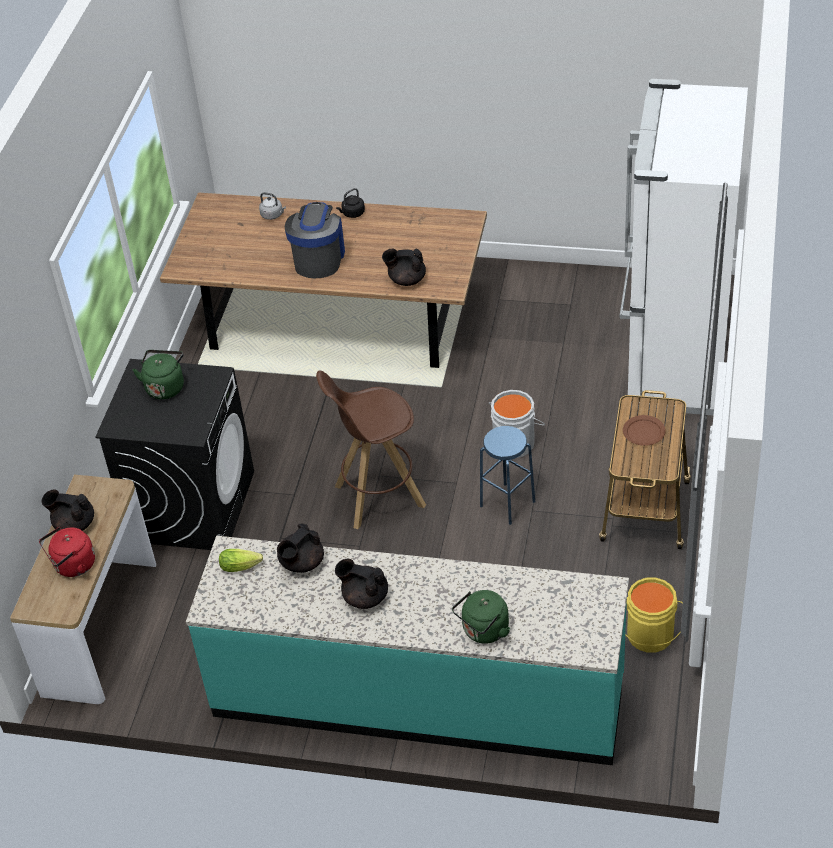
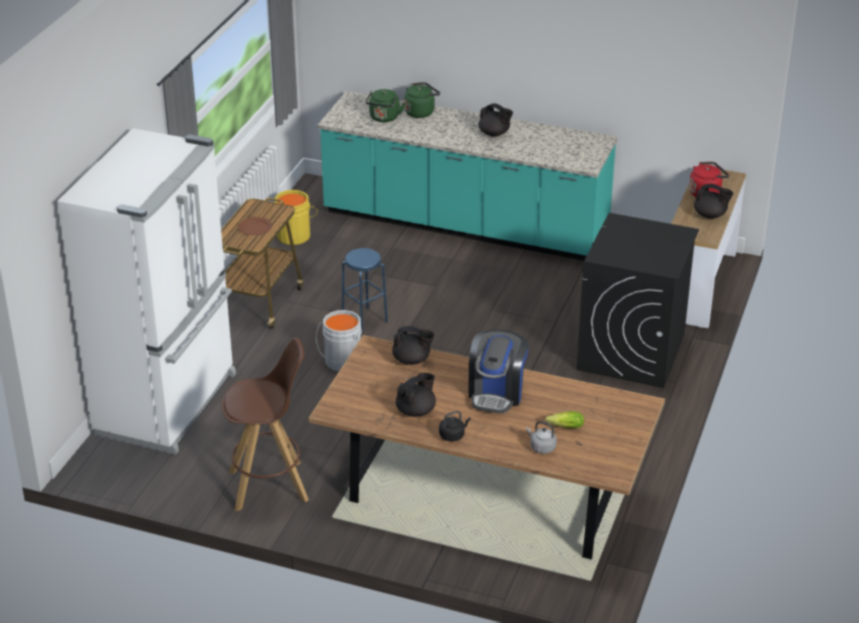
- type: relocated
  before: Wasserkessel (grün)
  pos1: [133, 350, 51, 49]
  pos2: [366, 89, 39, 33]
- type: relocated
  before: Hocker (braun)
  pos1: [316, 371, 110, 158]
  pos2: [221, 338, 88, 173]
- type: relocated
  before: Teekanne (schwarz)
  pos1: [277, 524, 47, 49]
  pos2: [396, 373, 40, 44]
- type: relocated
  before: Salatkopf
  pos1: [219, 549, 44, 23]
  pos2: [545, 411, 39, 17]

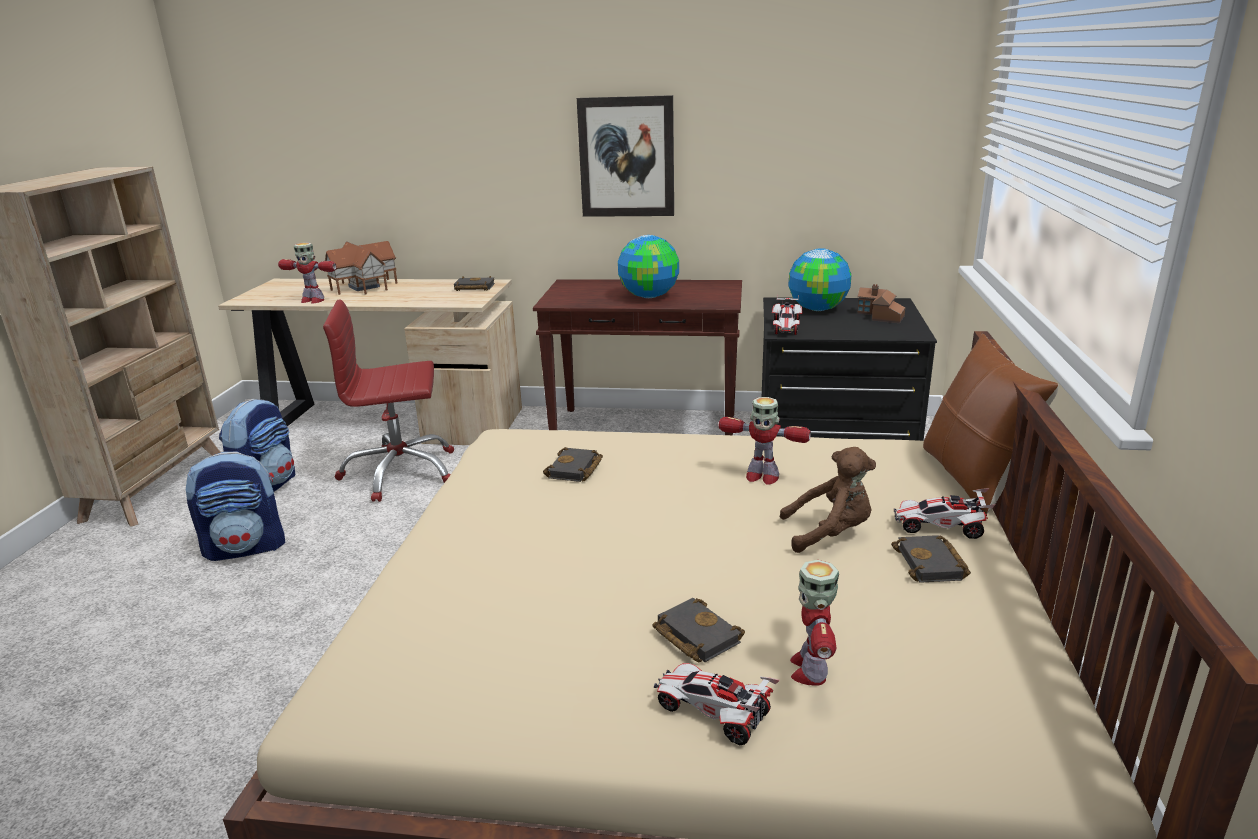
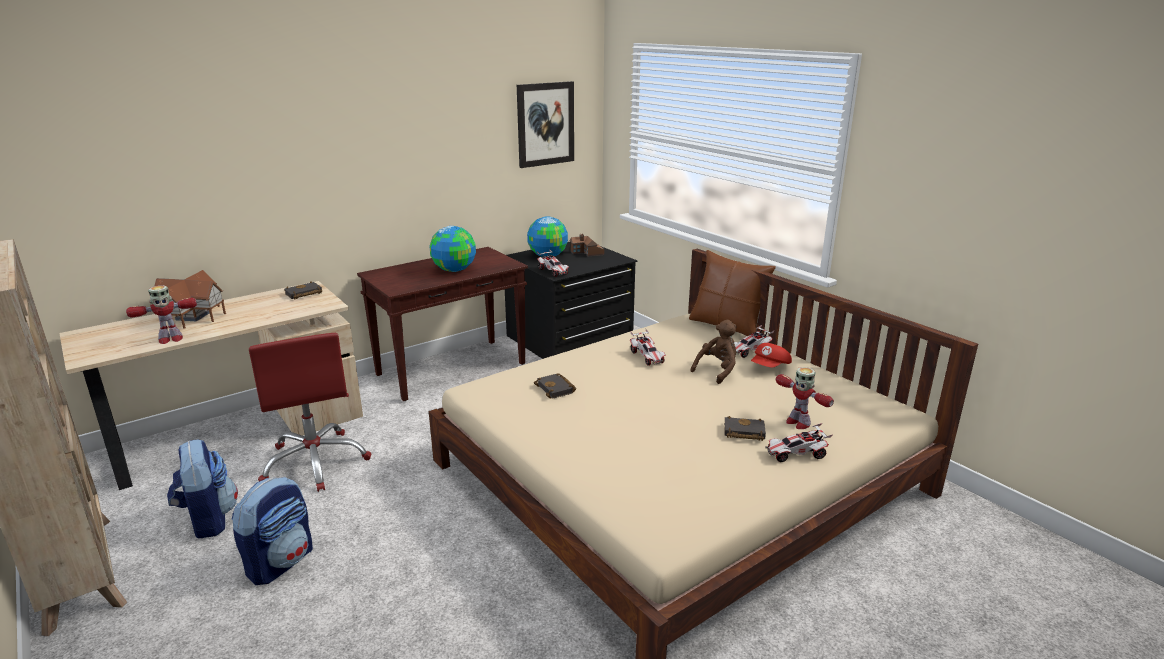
- type: relocated
  before: Bild
  pos1: [577, 95, 97, 122]
  pos2: [517, 81, 57, 87]
- type: spun
  before: Bürostuhl (rot)
  pos1: [323, 300, 131, 202]
  pos2: [249, 333, 122, 159]
  turn: -60
- type: exchanged
  before: Spielzeugroboter
  after: Spielzeugauto
  pos1: [719, 397, 92, 88]
  pos2: [630, 329, 36, 37]
- type: exchanged
  before: Buch (schwarz)
  after: Kappe (rot)
  pos1: [891, 535, 80, 48]
  pos2: [751, 343, 41, 25]

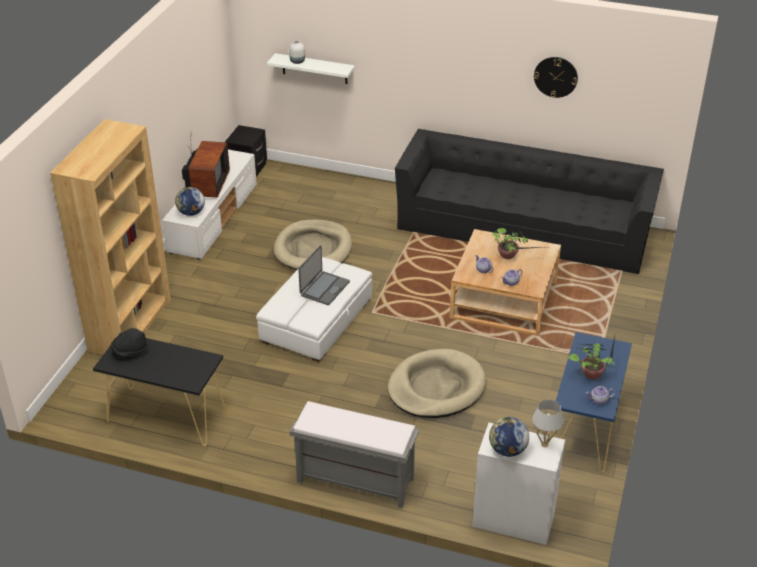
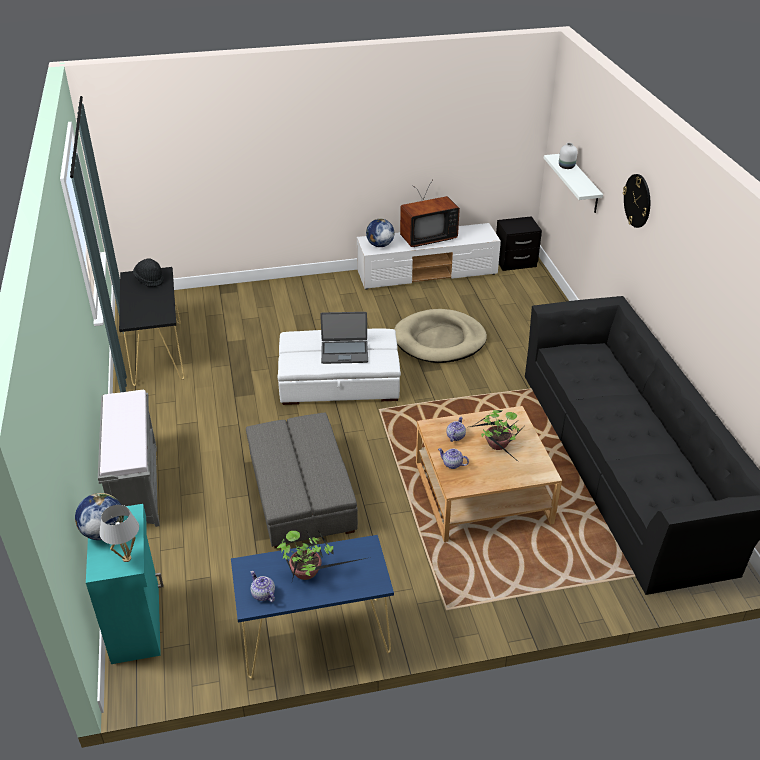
- type: relocated
  before: Wanduhr
  pos1: [534, 57, 44, 41]
  pos2: [623, 174, 27, 54]
- type: missing
  before: Bücherregal (braun)
  pos1: [50, 119, 121, 236]
- type: exchanged
  before: Hundebett (beige)
  after: Polsterhocker (grau)
  pos1: [388, 349, 98, 69]
  pos2: [246, 413, 112, 135]
- type: colour
  before: Schrank (weiß)
  after: Schrank (türkis)
  pos1: [472, 423, 93, 122]
  pos2: [86, 504, 78, 160]

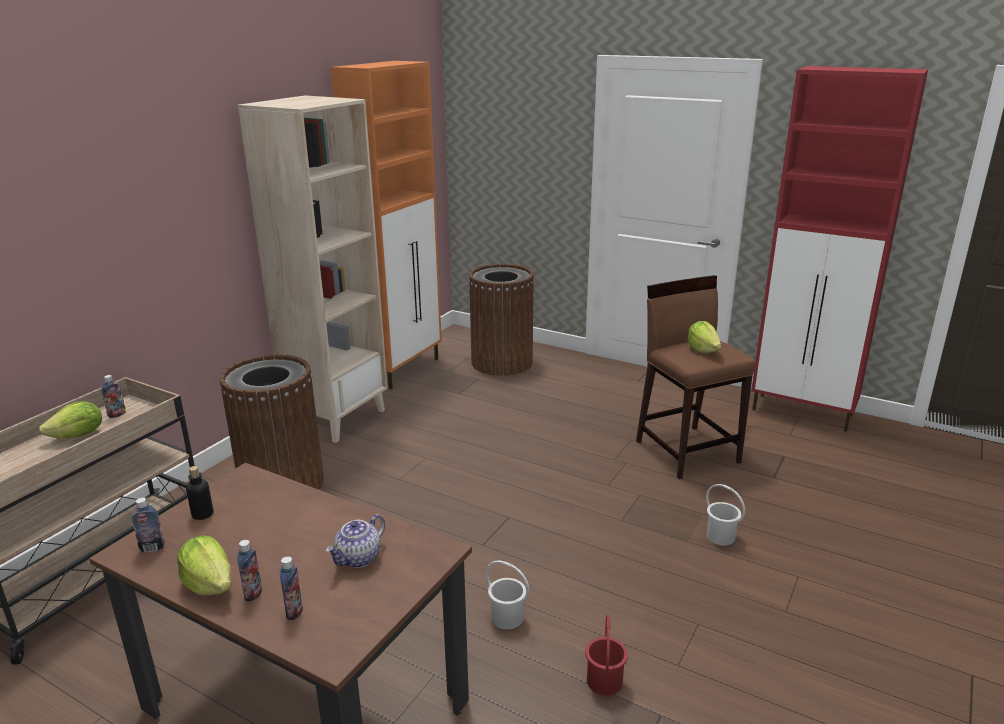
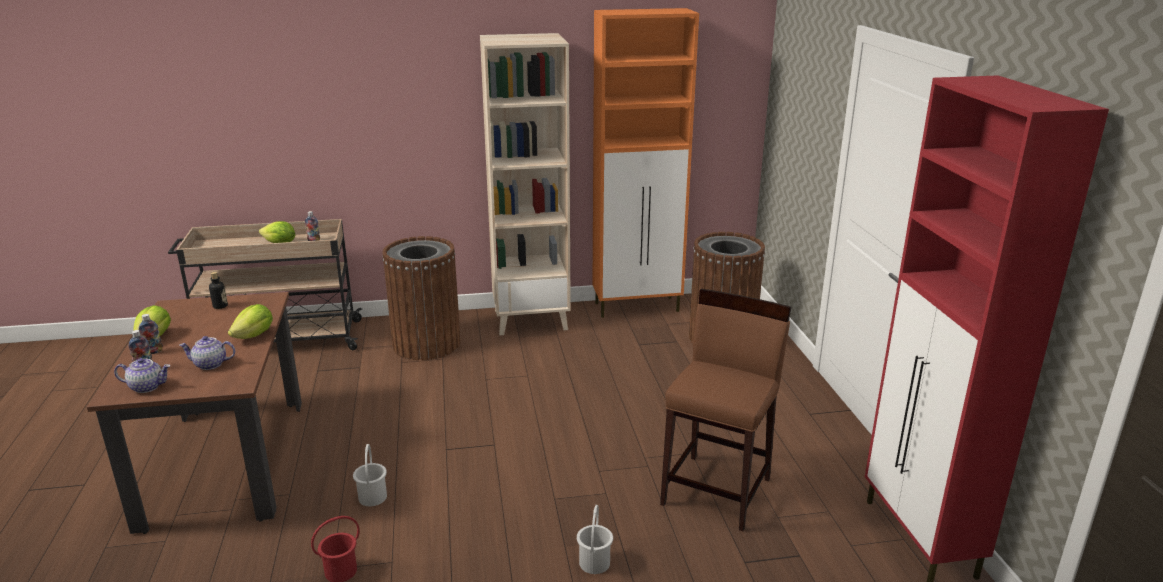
- type: relocated
  before: Salatkopf
  pos1: [688, 321, 34, 32]
  pos2: [228, 304, 45, 35]
- type: missing
  before: Flasche
  pos1: [131, 497, 34, 56]
- type: appeared
  after: Teekanne
  pos2: [114, 358, 56, 35]

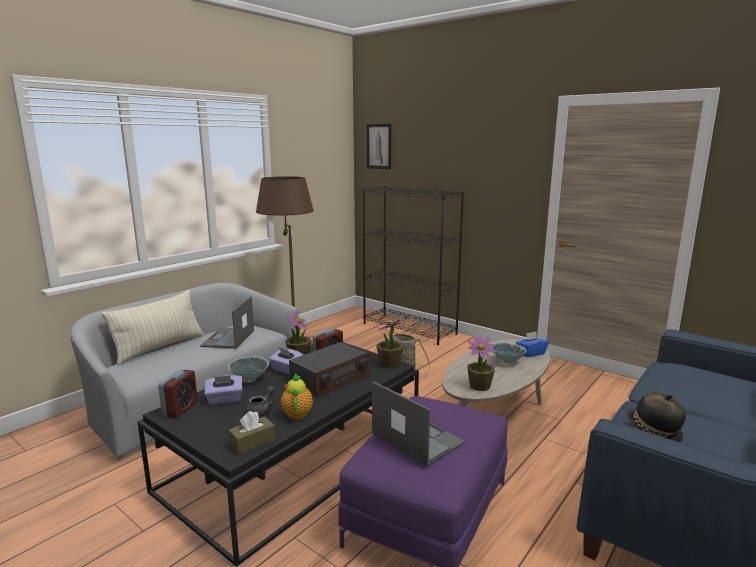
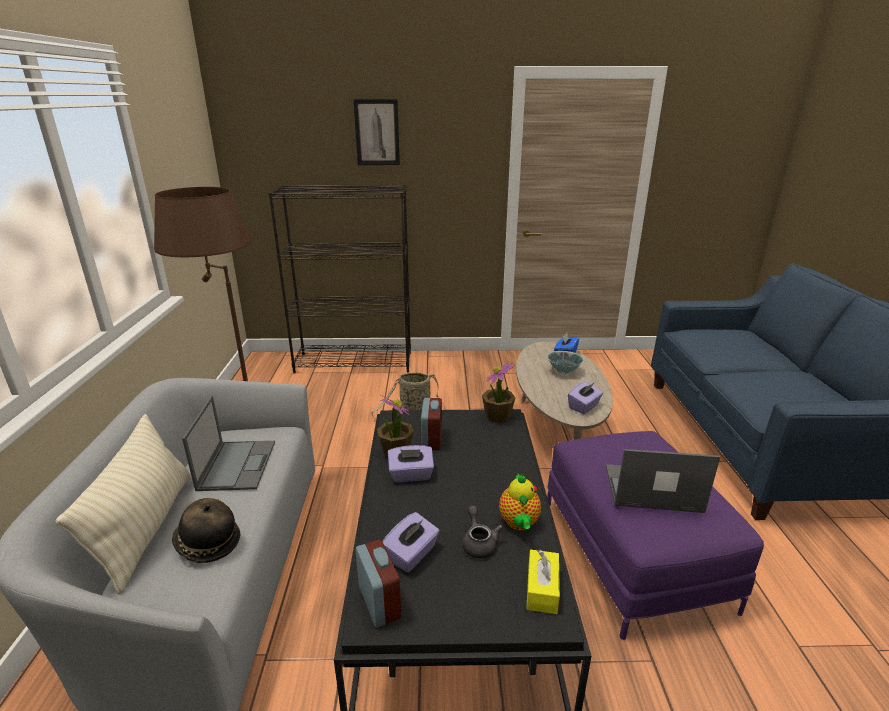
- type: relocated
  before: Bild
  pos1: [367, 124, 24, 45]
  pos2: [353, 99, 47, 66]
- type: spun
  before: Laptop
  pos1: [200, 296, 54, 53]
  pos2: [182, 396, 93, 95]
  turn: -150
- type: exchanged
  before: Topfpflanze
  after: Taschentuchbox (lila)
  pos1: [467, 336, 29, 55]
  pos2: [568, 382, 35, 32]
- type: missing
  before: Radio
  pos1: [289, 342, 81, 56]
- type: missing
  before: Schüssel
  pos1: [228, 356, 41, 27]
- type: spun
  before: Teekanne
  pos1: [281, 373, 32, 47]
  pos2: [499, 474, 42, 57]
  turn: -135
- type: relocated
  before: Hut
  pos1: [627, 392, 59, 50]
  pos2: [172, 498, 68, 65]
- type: colour
  before: Taschentuchbox (braun)
  after: Taschentuchbox (gelb)
  pos1: [228, 411, 48, 44]
  pos2: [526, 550, 34, 64]

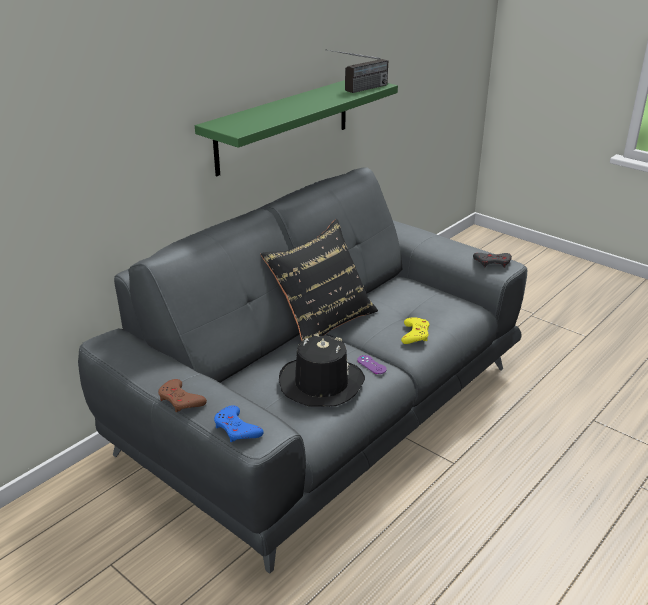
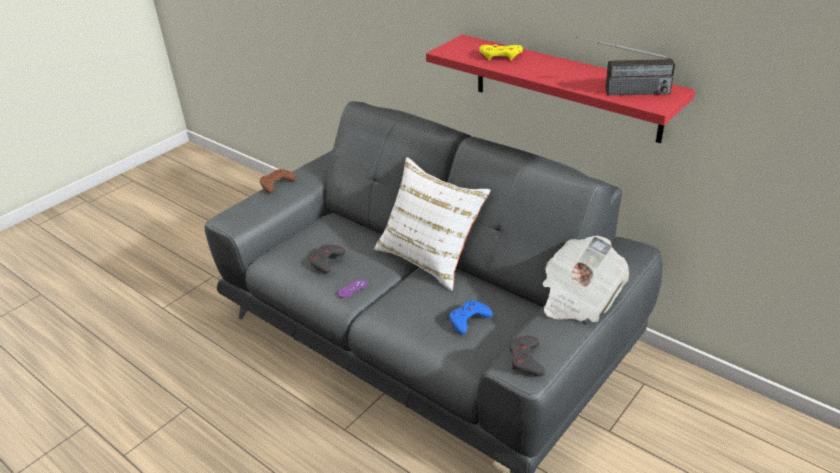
- type: spun
  before: Radio
  pos1: [326, 50, 62, 43]
  pos2: [576, 36, 99, 59]
  turn: -45
- type: colour
  before: Wandregal (grün)
  after: Wandregal (rot)
  pos1: [195, 80, 203, 96]
  pos2: [426, 35, 269, 108]
- type: colour
  before: Kissen (schwarz)
  after: Kissen (weiß)
  pos1: [260, 219, 118, 122]
  pos2: [374, 157, 117, 134]
- type: relocated
  before: Gamepad (gelb)
  pos1: [401, 317, 29, 27]
  pos2: [479, 44, 44, 17]
- type: exchanged
  before: Hut (schwarz)
  after: Gamepad (grau)
  pos1: [279, 333, 86, 74]
  pos2: [310, 245, 35, 29]
- type: relocated
  before: Gamepad (blau)
  pos1: [214, 406, 50, 36]
  pos2: [449, 300, 44, 35]
- type: appeared
  after: Zeitung
  pos2: [543, 236, 86, 86]

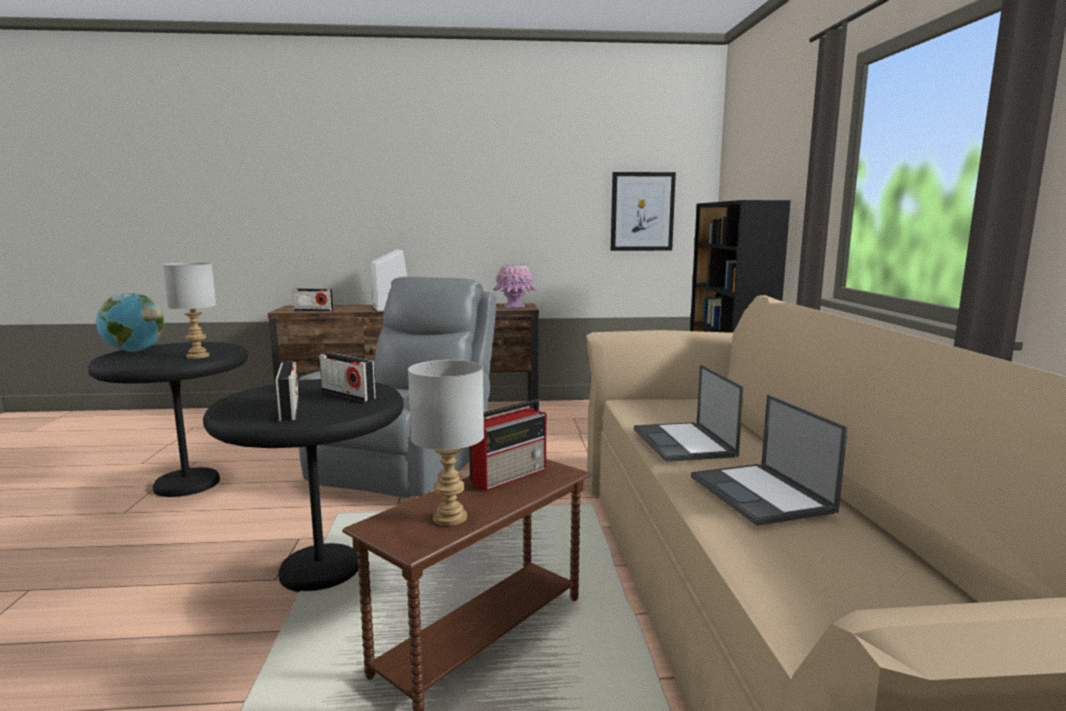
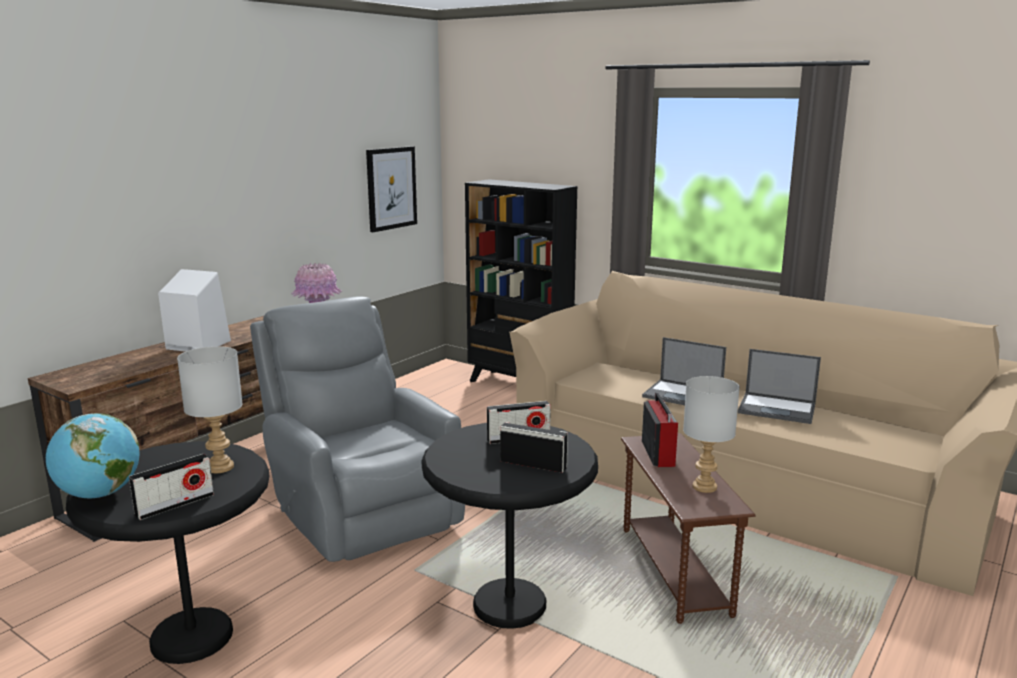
- type: relocated
  before: Radio
  pos1: [292, 288, 42, 24]
  pos2: [129, 454, 85, 66]

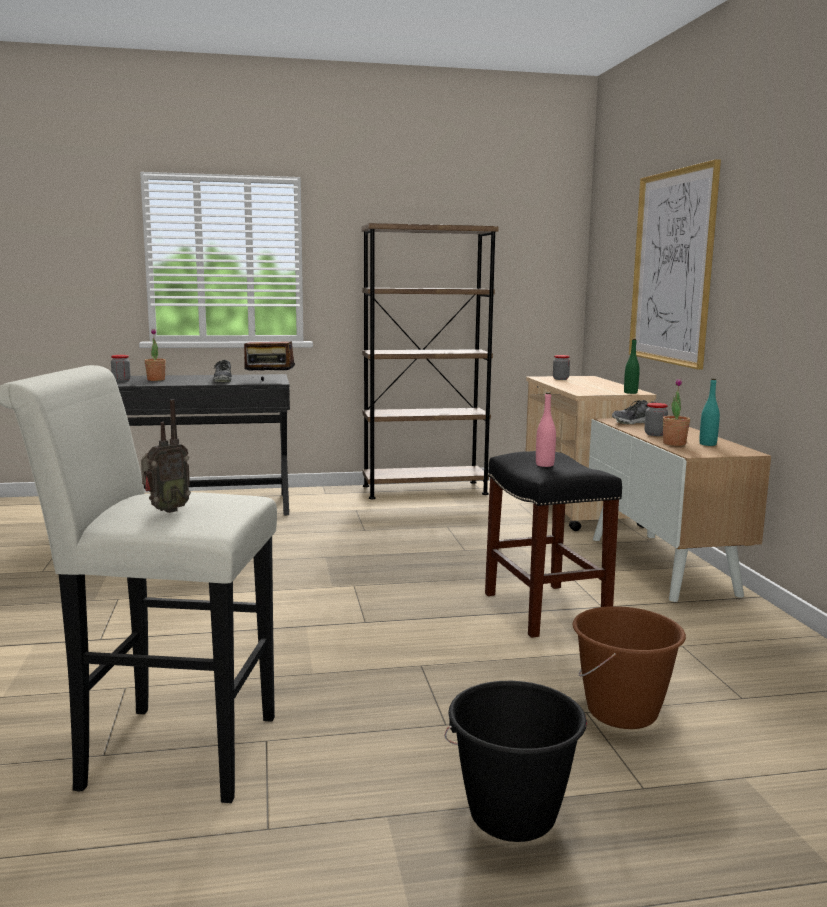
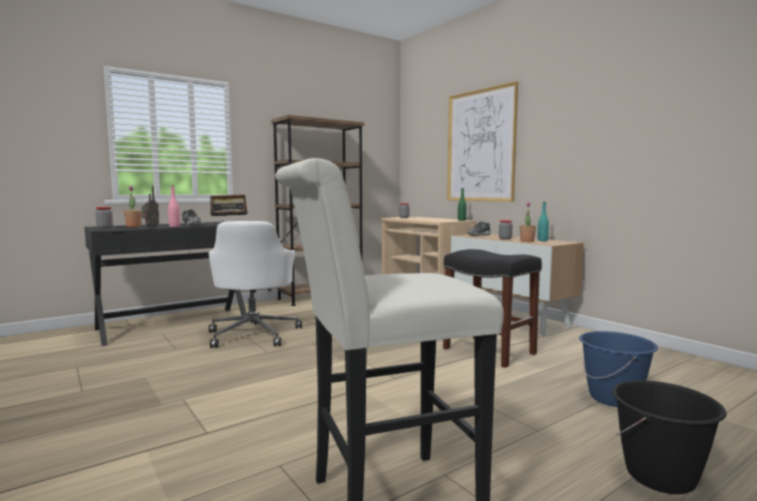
- type: relocated
  before: Flasche (rosa)
  pos1: [536, 392, 20, 75]
  pos2: [168, 186, 12, 41]
- type: relocated
  before: Radio
  pos1: [141, 399, 50, 114]
  pos2: [141, 186, 18, 41]
- type: colour
  before: Eimer (braun)
  after: Eimer (blau)
  pos1: [573, 606, 113, 123]
  pos2: [579, 331, 79, 76]
- type: appeared
  after: Bürostuhl (weiß)
  pos2: [209, 221, 93, 127]

